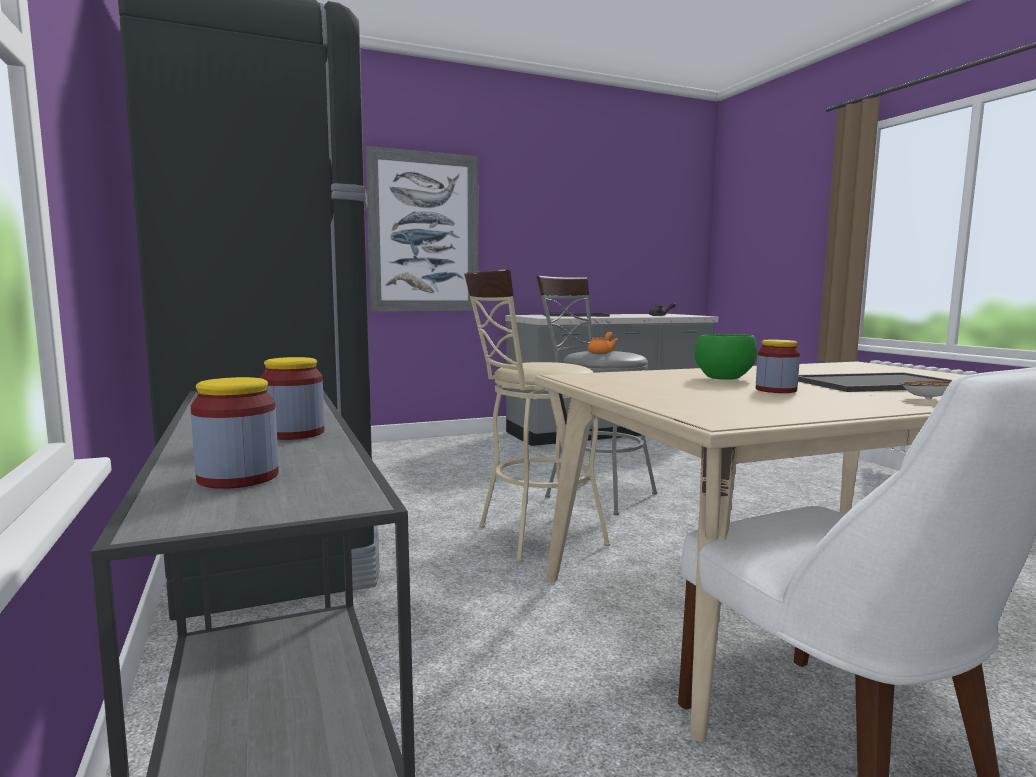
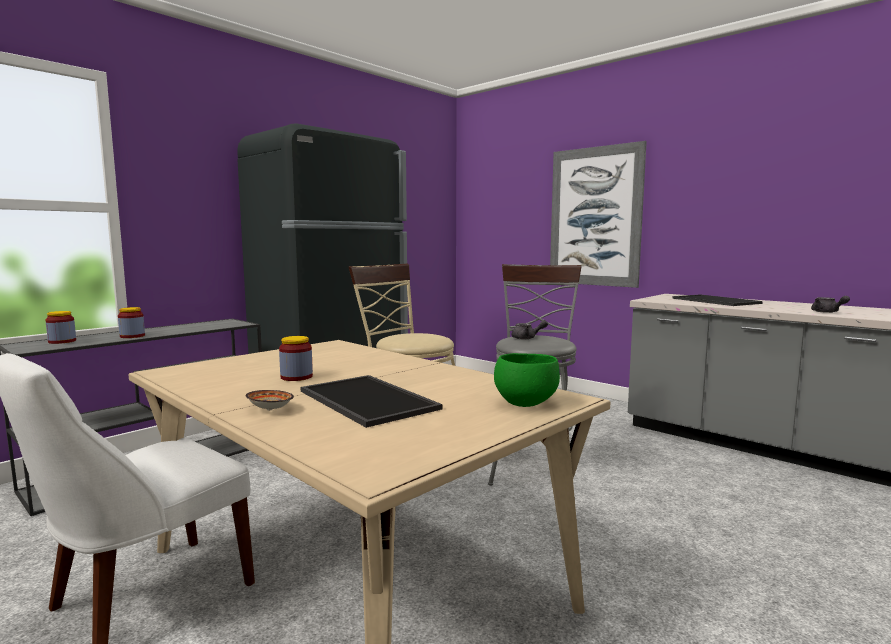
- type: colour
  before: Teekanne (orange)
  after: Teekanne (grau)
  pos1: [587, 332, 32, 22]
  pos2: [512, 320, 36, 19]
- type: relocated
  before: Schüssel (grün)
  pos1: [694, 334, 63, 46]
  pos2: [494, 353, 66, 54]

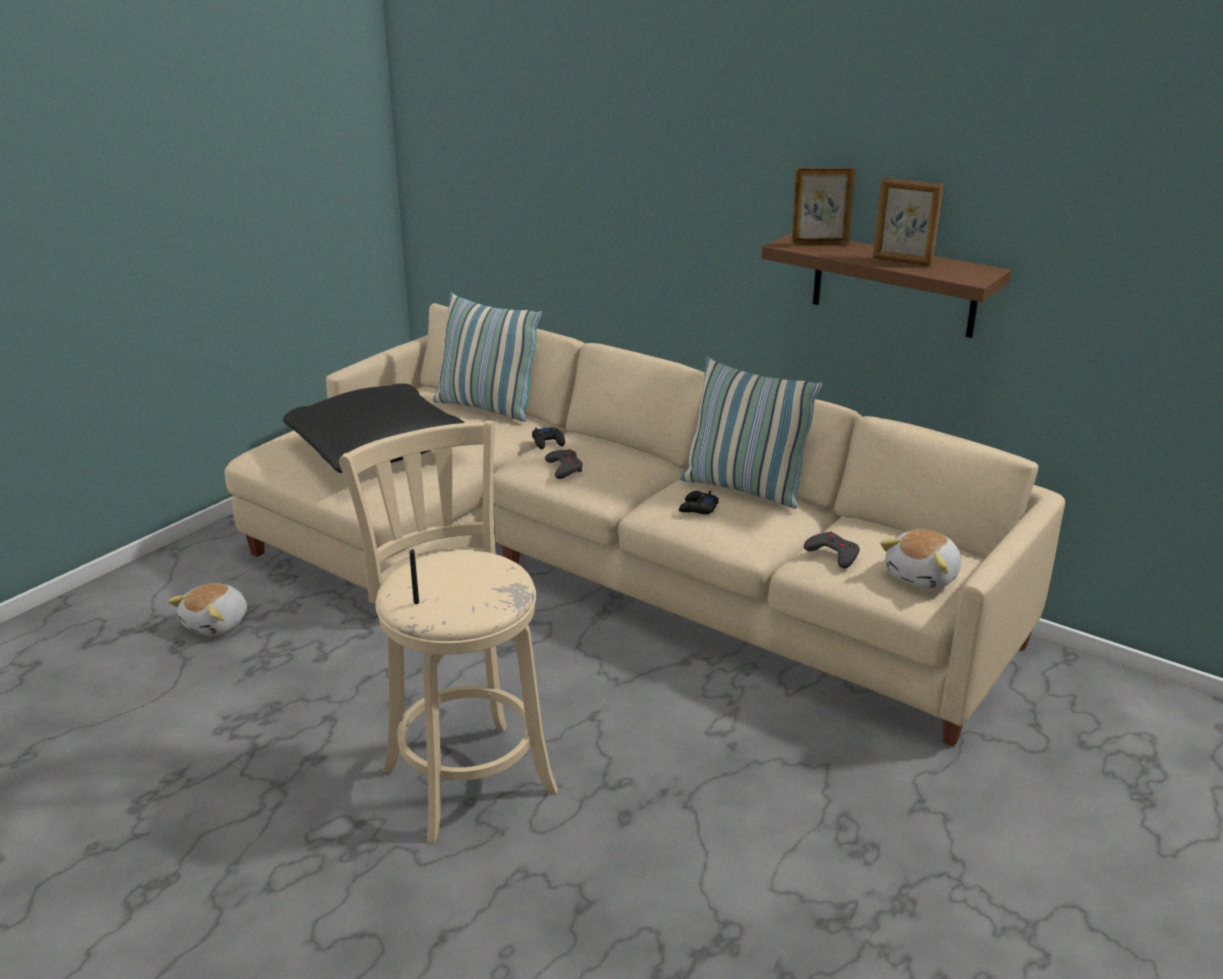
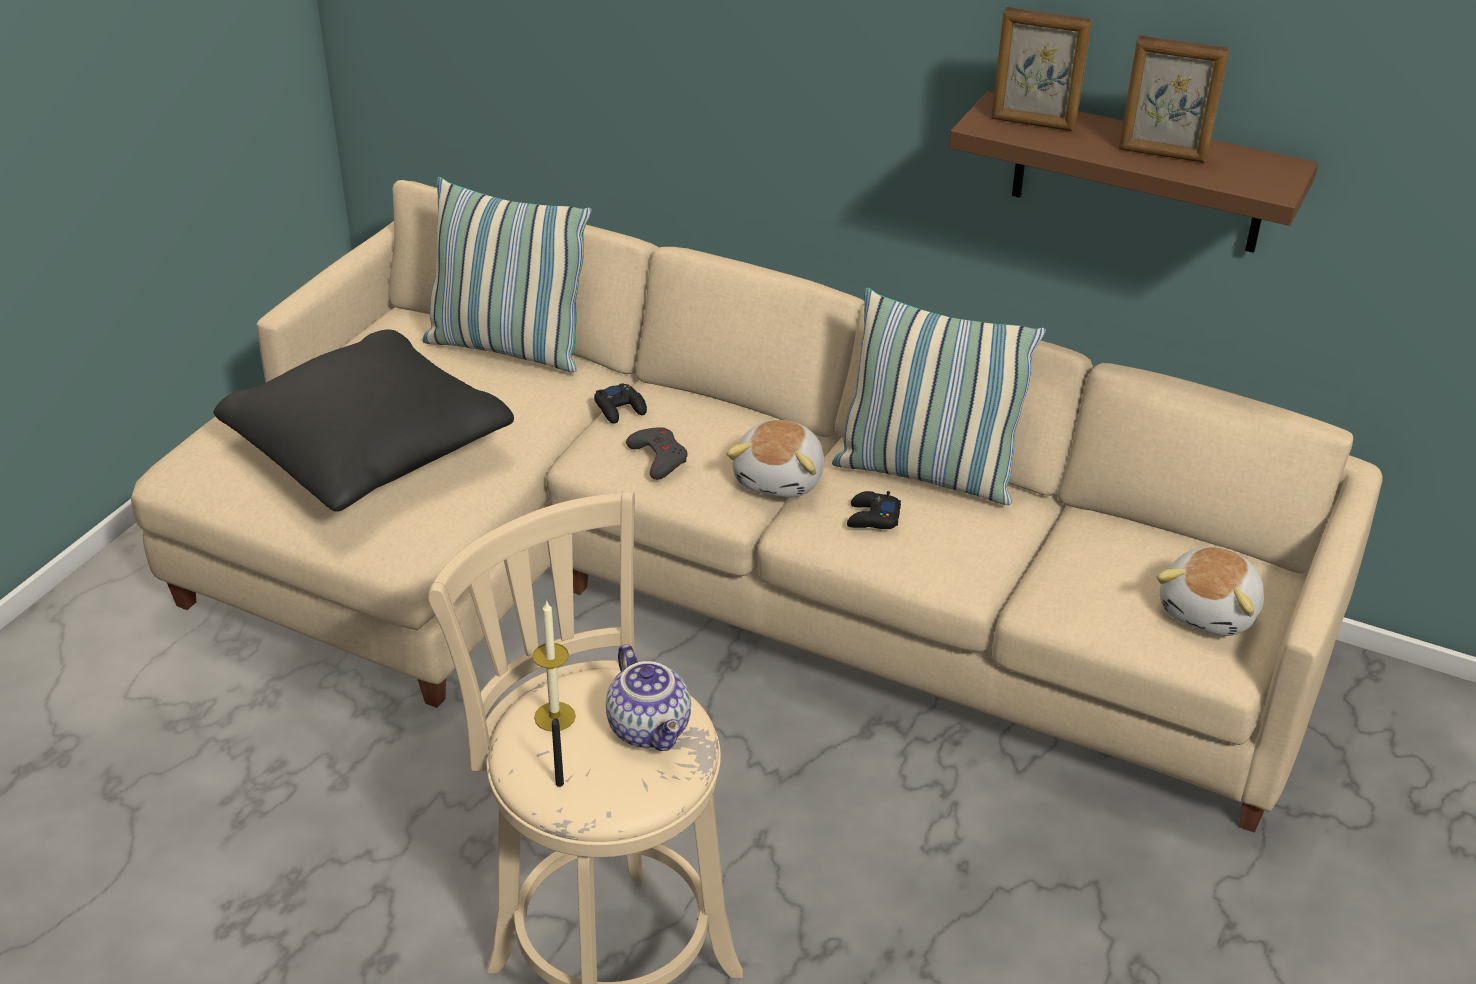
- type: spun
  before: Bilderrahmen
  pos1: [791, 167, 65, 79]
  pos2: [991, 7, 101, 124]
  turn: -150
- type: missing
  before: Gamepad (grau)
  pos1: [804, 531, 56, 37]
- type: relocated
  before: Plüschtier
  pos1: [168, 583, 79, 53]
  pos2: [726, 420, 98, 78]
- type: appeared
  after: Kerze
  pos2: [532, 600, 44, 131]
- type: appeared
  after: Teekanne
  pos2: [606, 644, 85, 107]

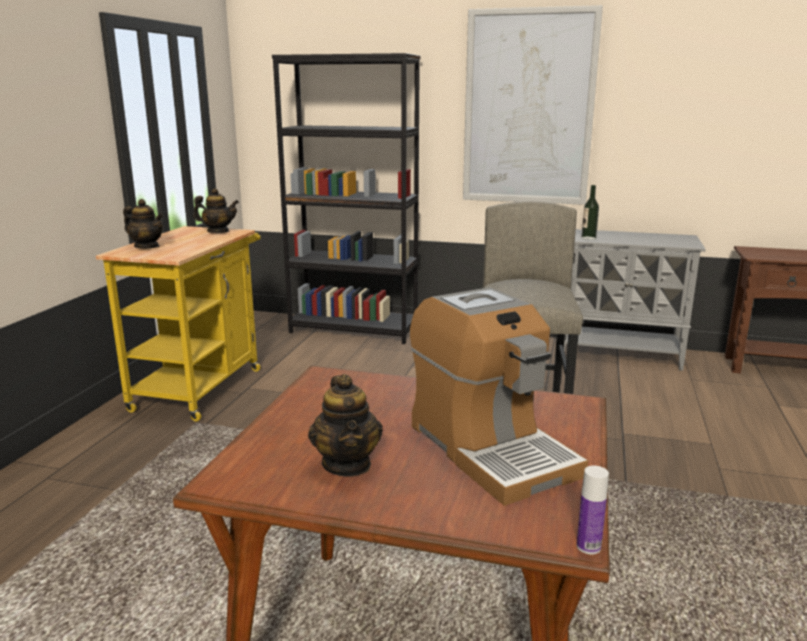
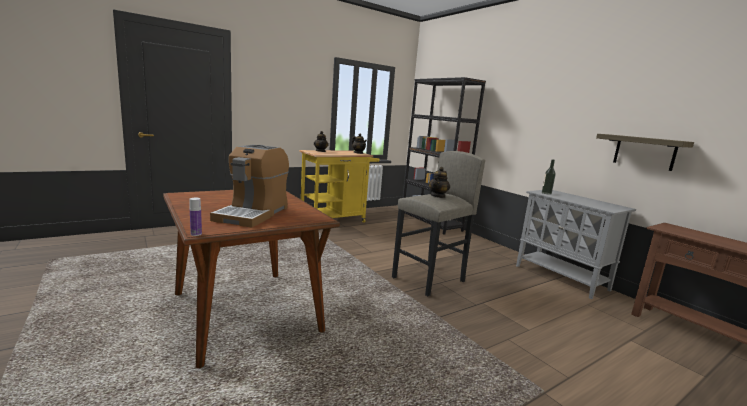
- type: missing
  before: Bild
  pos1: [463, 5, 140, 200]
- type: relocated
  before: Teekanne
  pos1: [308, 374, 75, 103]
  pos2: [428, 167, 22, 31]
- type: appeared
  after: Wandregal
  pos2: [596, 134, 98, 37]

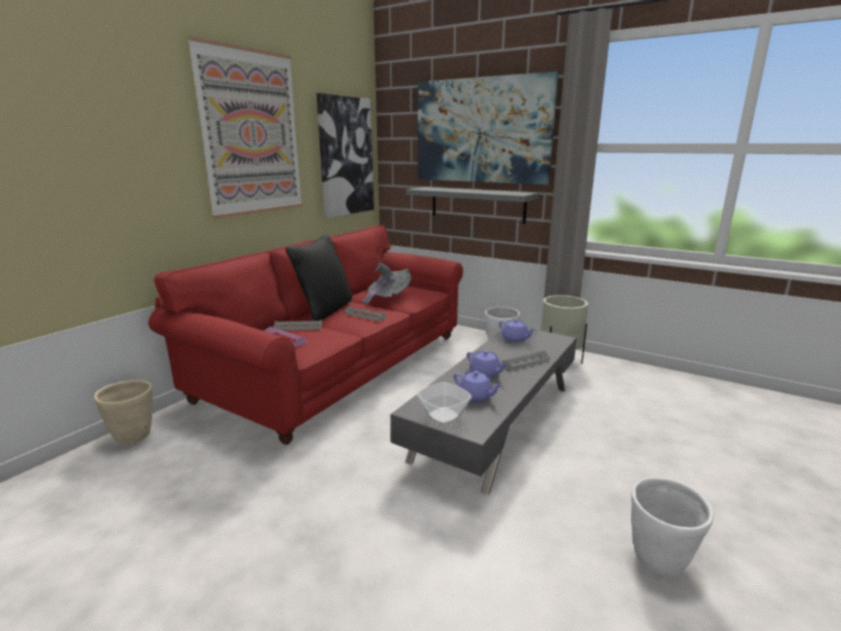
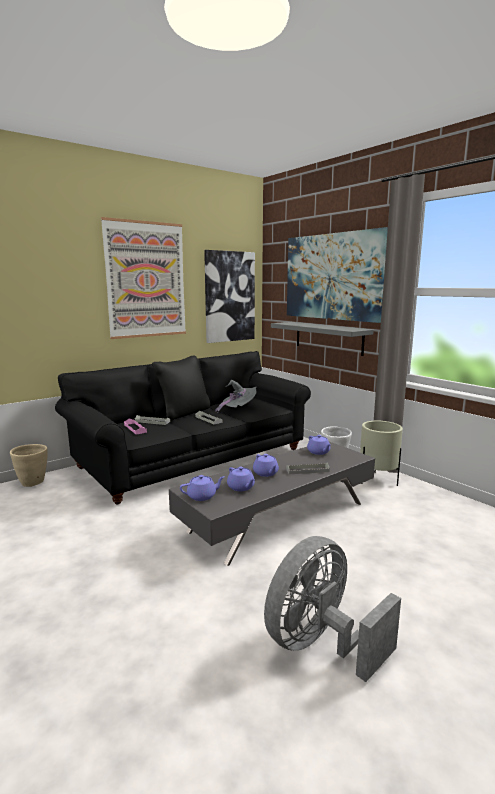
- type: colour
  before: Sofa (rot)
  after: Sofa (schwarz)
  pos1: [148, 225, 315, 220]
  pos2: [55, 351, 256, 154]
- type: exchanged
  before: Schüssel
  after: Teekanne (lila)
  pos1: [417, 382, 55, 42]
  pos2: [180, 475, 45, 26]
- type: exchanged
  before: Pflanzkübel (weiß)
  after: Ventilator (grau)
  pos1: [631, 477, 83, 100]
  pos2: [264, 536, 137, 146]

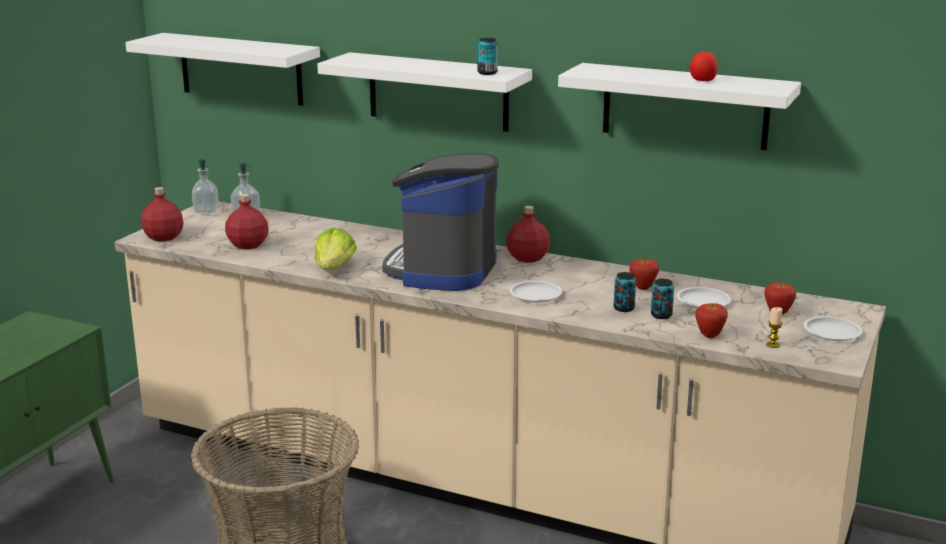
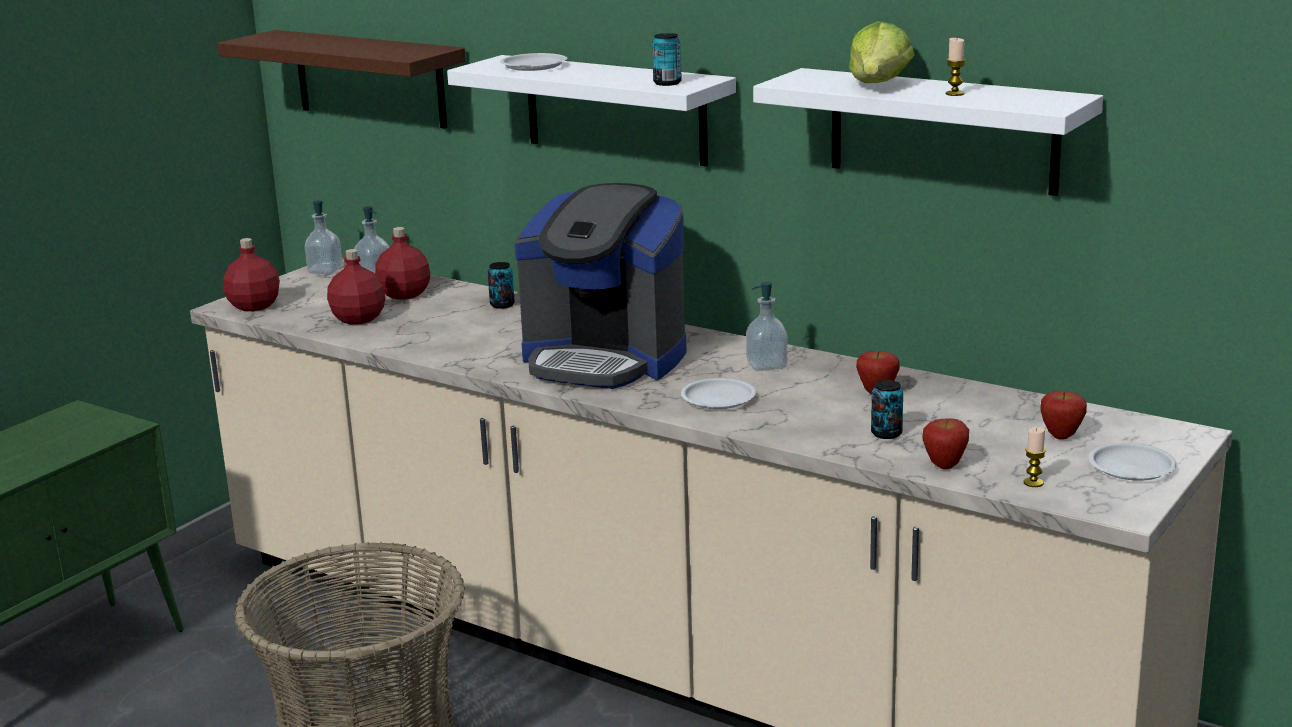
- type: colour
  before: Wandregal (weiß)
  after: Wandregal (braun)
  pos1: [125, 33, 195, 73]
  pos2: [217, 30, 249, 99]
- type: exchanged
  before: Tomate
  after: Kerze
  pos1: [690, 50, 27, 31]
  pos2: [946, 38, 20, 58]
- type: spun
  before: Kaffeemaschine
  pos1: [382, 153, 117, 138]
  pos2: [515, 183, 171, 206]
  turn: -90
- type: relocated
  before: Flasche (rot)
  pos1: [506, 206, 44, 57]
  pos2: [375, 227, 56, 73]
- type: relocated
  before: Salatkopf
  pos1: [315, 228, 42, 42]
  pos2: [849, 21, 66, 62]
- type: relocated
  before: Dose
  pos1: [614, 272, 22, 40]
  pos2: [488, 262, 27, 47]
- type: relocated
  before: Teller (weiß)
  pos1: [677, 287, 54, 21]
  pos2: [500, 53, 67, 18]
- type: appeared
  after: Seifenspender
  pos2: [746, 282, 42, 89]

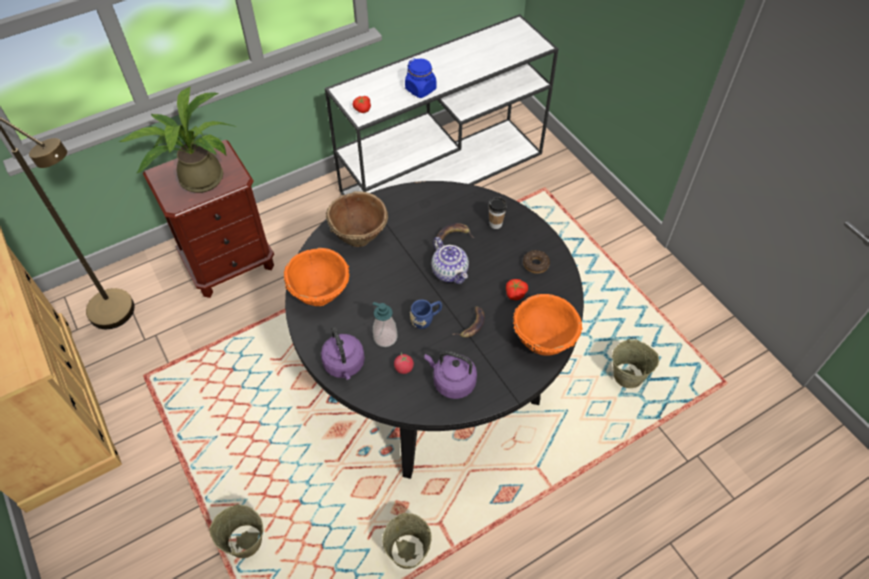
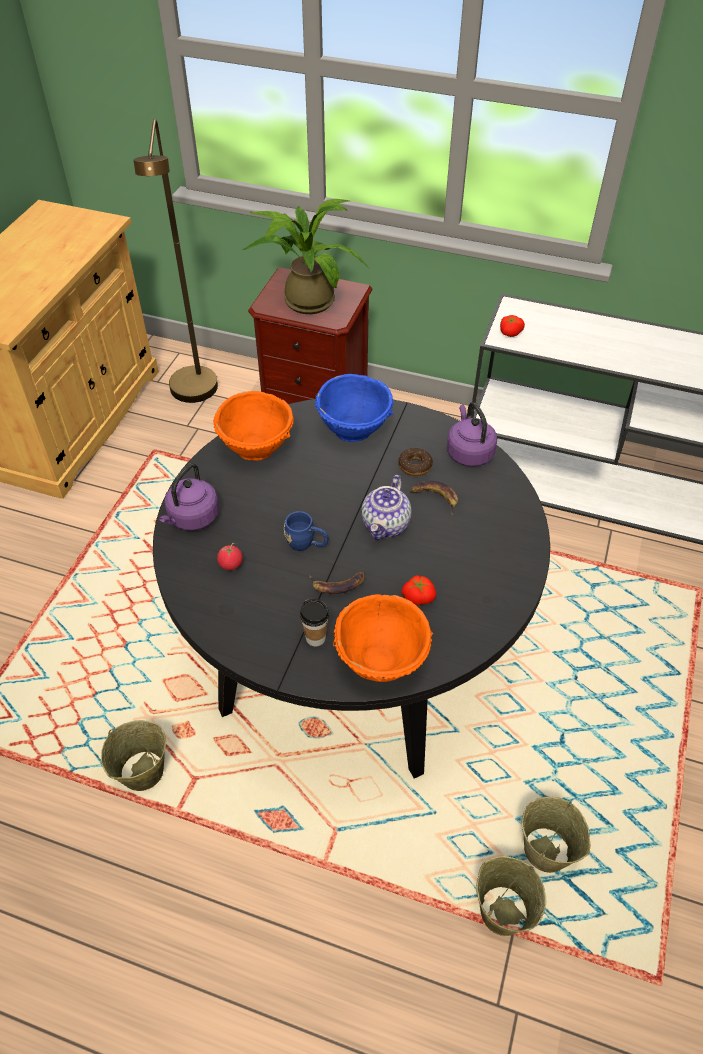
- type: missing
  before: Vorratsglas (blau)
  pos1: [405, 58, 31, 40]
- type: colour
  before: Schüssel (braun)
  after: Schüssel (blau)
  pos1: [326, 191, 62, 56]
  pos2: [315, 374, 78, 68]
- type: relocated
  before: Tasse
  pos1: [488, 197, 19, 32]
  pos2: [300, 599, 29, 47]
- type: relocated
  before: Donut
  pos1: [523, 250, 27, 24]
  pos2: [398, 448, 35, 28]
- type: missing
  before: Seifenspender
  pos1: [373, 302, 25, 45]
- type: relocated
  before: Wasserkessel (lila)
  pos1: [424, 351, 53, 48]
  pos2: [447, 402, 50, 65]
- type: relocated
  before: Eimer (beige)
  pos1: [209, 504, 55, 54]
  pos2: [476, 856, 70, 80]

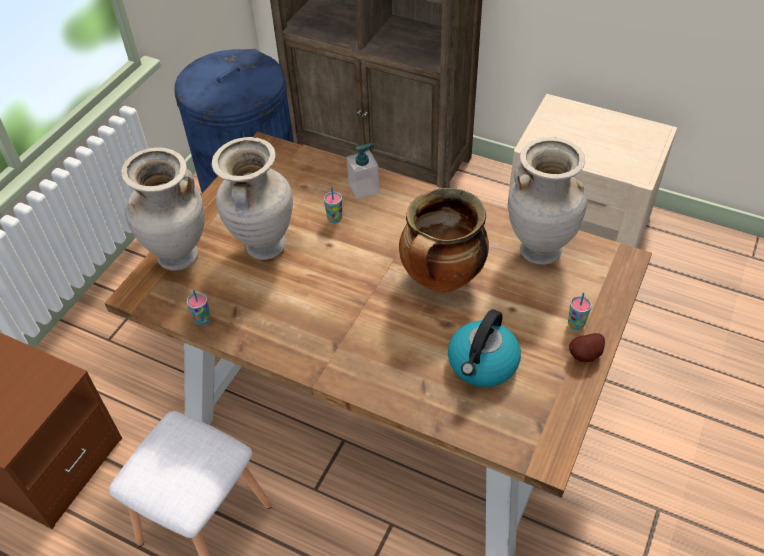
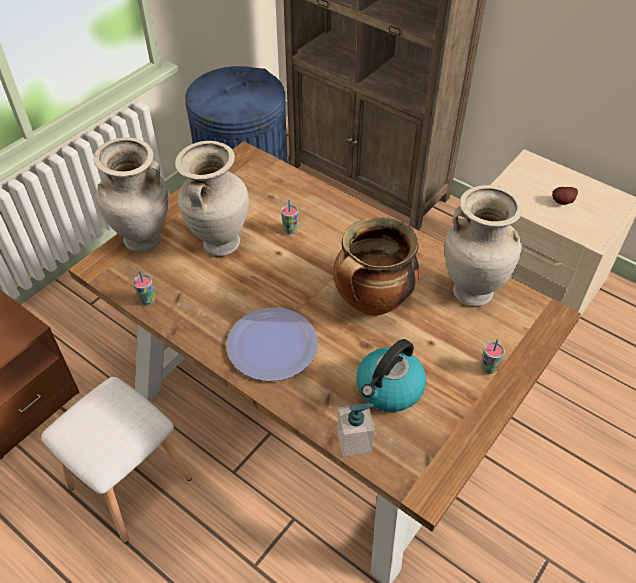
- type: relocated
  before: Seifenspender
  pos1: [346, 143, 33, 56]
  pos2: [337, 403, 37, 54]
- type: relocated
  before: Kartoffel
  pos1: [569, 333, 36, 29]
  pos2: [552, 187, 26, 18]
- type: appeared
  after: Teller
  pos2: [227, 307, 91, 74]

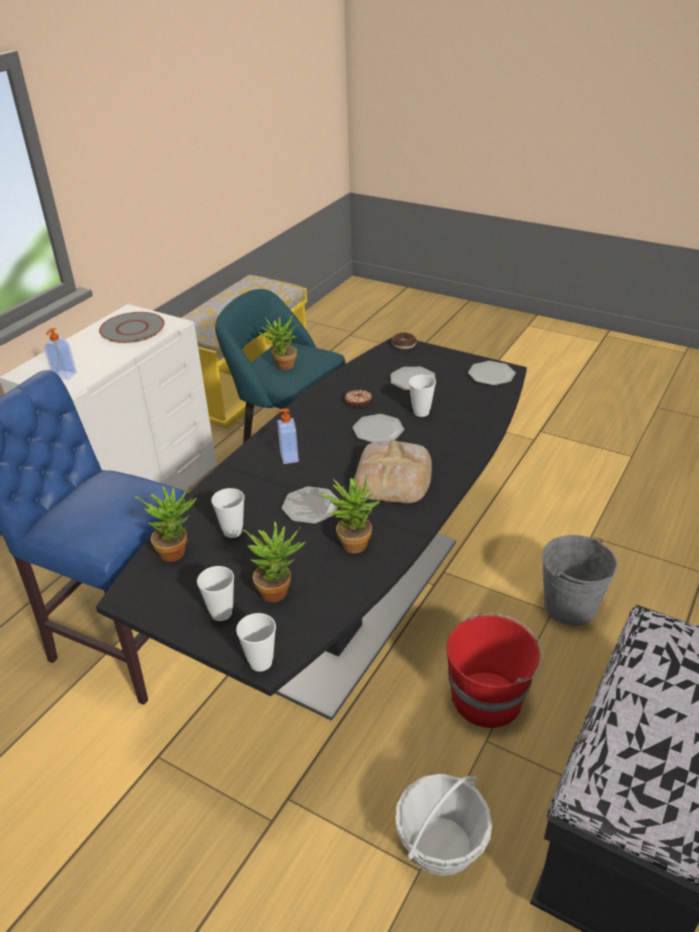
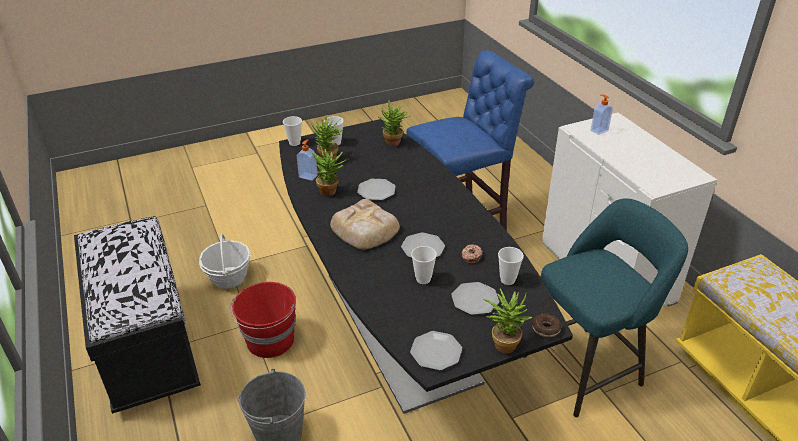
- type: missing
  before: Teller (grau)
  pos1: [99, 312, 66, 31]
- type: relocated
  before: Topfpflanze
  pos1: [258, 314, 41, 56]
  pos2: [483, 289, 49, 65]
- type: relocated
  before: Seifenspender
  pos1: [275, 408, 24, 56]
  pos2: [297, 140, 21, 41]
- type: relocated
  before: Tasse
  pos1: [211, 488, 33, 50]
  pos2: [498, 247, 26, 38]

